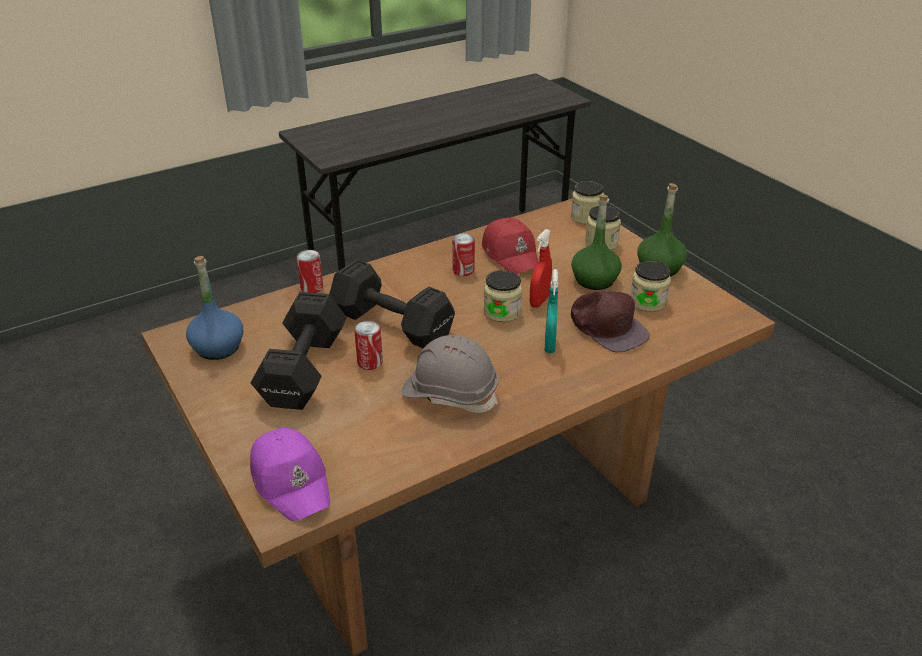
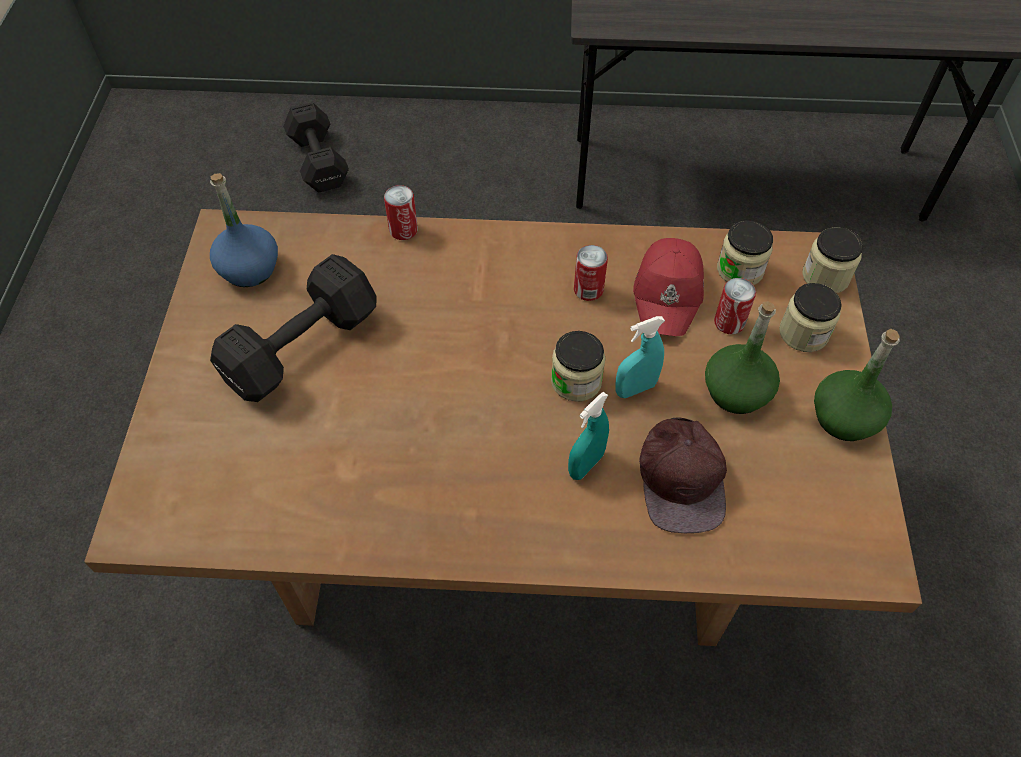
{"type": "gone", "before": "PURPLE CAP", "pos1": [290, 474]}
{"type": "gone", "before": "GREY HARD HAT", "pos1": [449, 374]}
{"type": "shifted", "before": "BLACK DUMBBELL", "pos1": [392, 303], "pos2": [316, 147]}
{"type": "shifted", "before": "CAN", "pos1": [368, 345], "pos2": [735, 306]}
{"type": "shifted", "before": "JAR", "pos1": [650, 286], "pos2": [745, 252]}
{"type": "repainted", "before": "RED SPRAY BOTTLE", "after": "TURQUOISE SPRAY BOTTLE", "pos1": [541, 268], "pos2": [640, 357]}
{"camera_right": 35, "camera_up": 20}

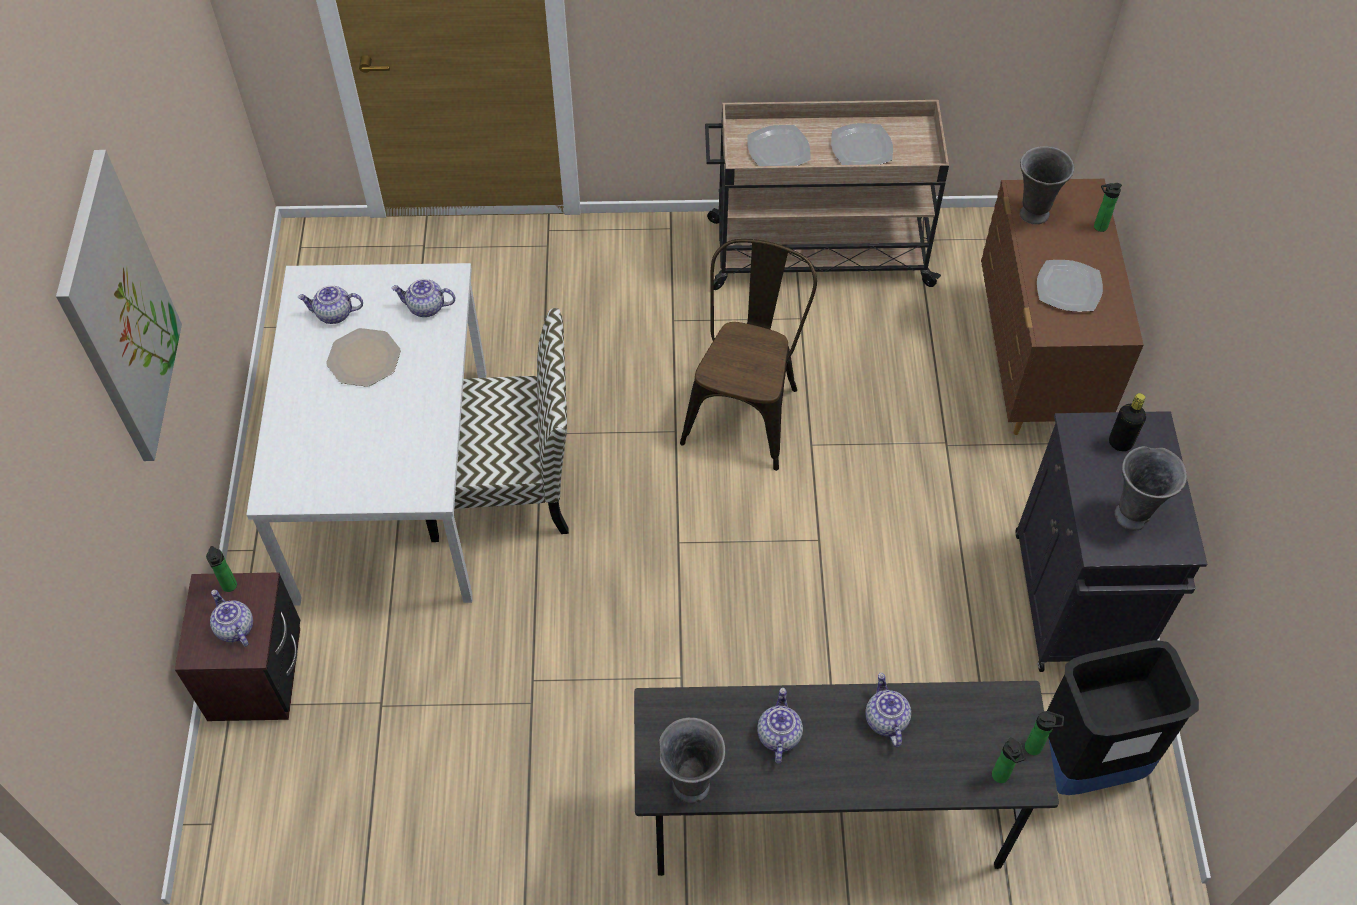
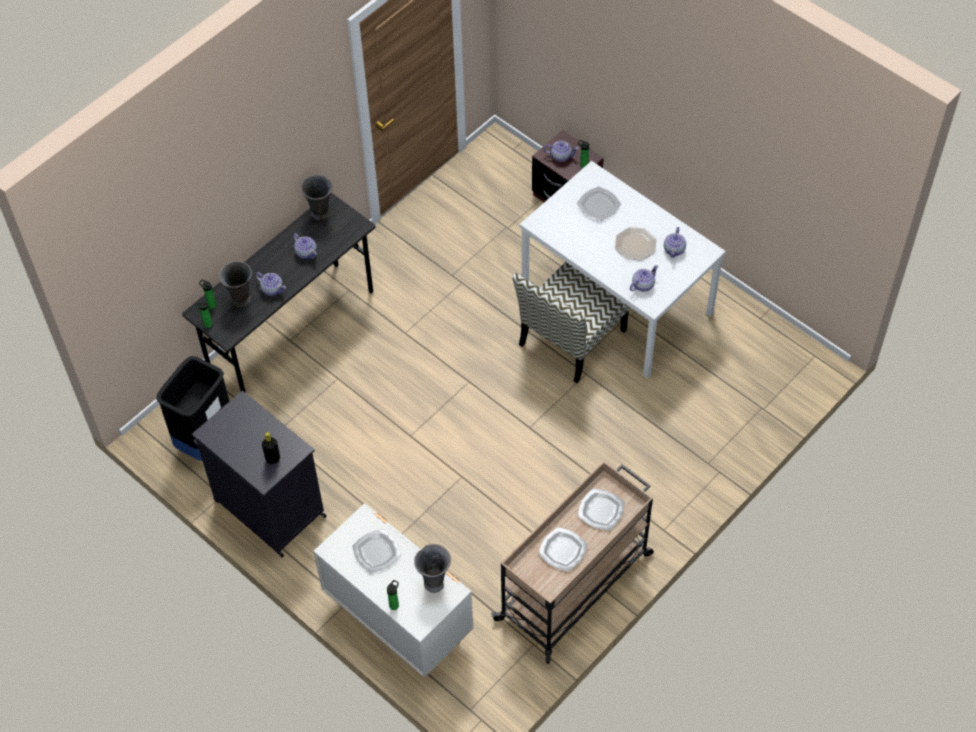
{"type": "gone", "before": "PICTURE", "pos1": [119, 305]}
{"type": "gone", "before": "BROWN CHAIR", "pos1": [748, 355]}
{"type": "new", "after": "PLATE", "pos2": [599, 203]}
{"type": "shifted", "before": "GREY VASE", "pos1": [1150, 488], "pos2": [235, 284]}
{"type": "repainted", "before": "BROWN DRESSER", "after": "WHITE DRESSER", "pos1": [1062, 307], "pos2": [393, 590]}
{"type": "rotated", "before": "TEAPOT", "pos1": [330, 304], "pos2": [675, 242], "turn": 150}
{"camera_right": 135, "camera_up": 0}

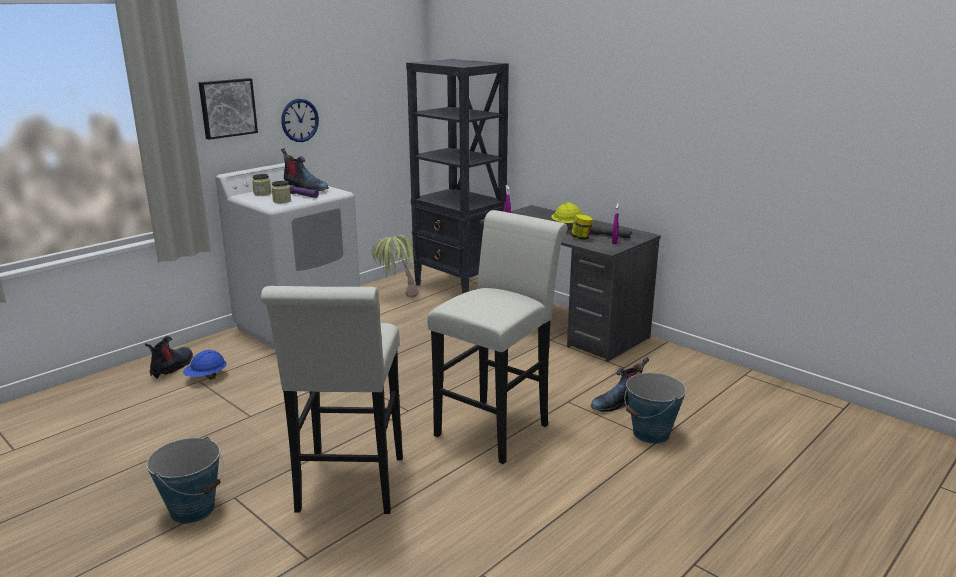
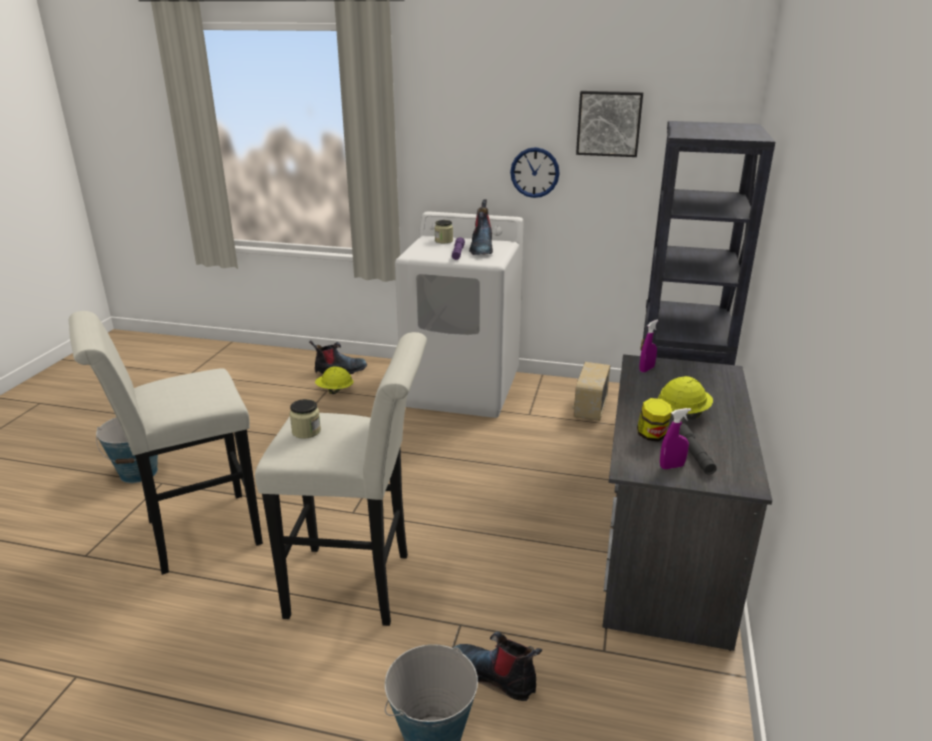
{"type": "shifted", "before": "PICTURE", "pos1": [228, 109], "pos2": [609, 124]}
{"type": "shifted", "before": "JAR", "pos1": [281, 192], "pos2": [305, 419]}
{"type": "swapped", "before": "POTTED PLANT", "after": "RADIO", "pos1": [395, 266], "pos2": [591, 391]}
{"type": "repainted", "before": "BLUE HARD HAT", "after": "YELLOW HARD HAT", "pos1": [205, 365], "pos2": [334, 380]}
{"camera_right": 60, "camera_up": 5}

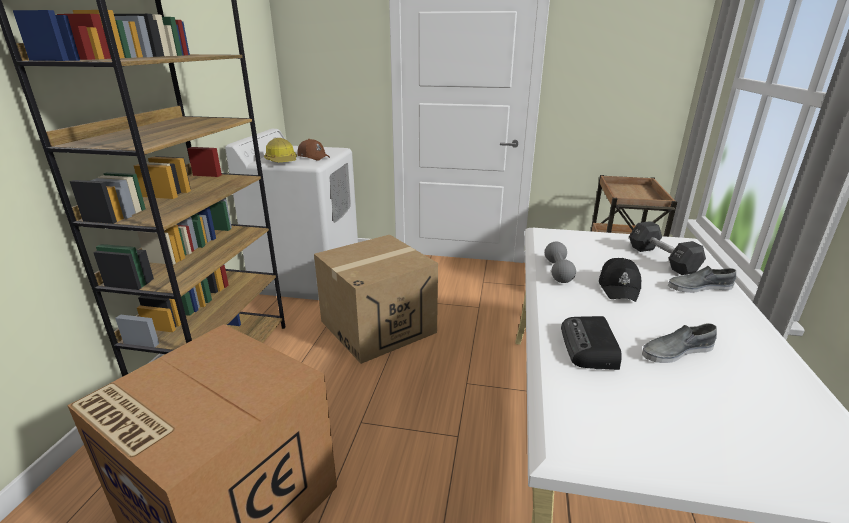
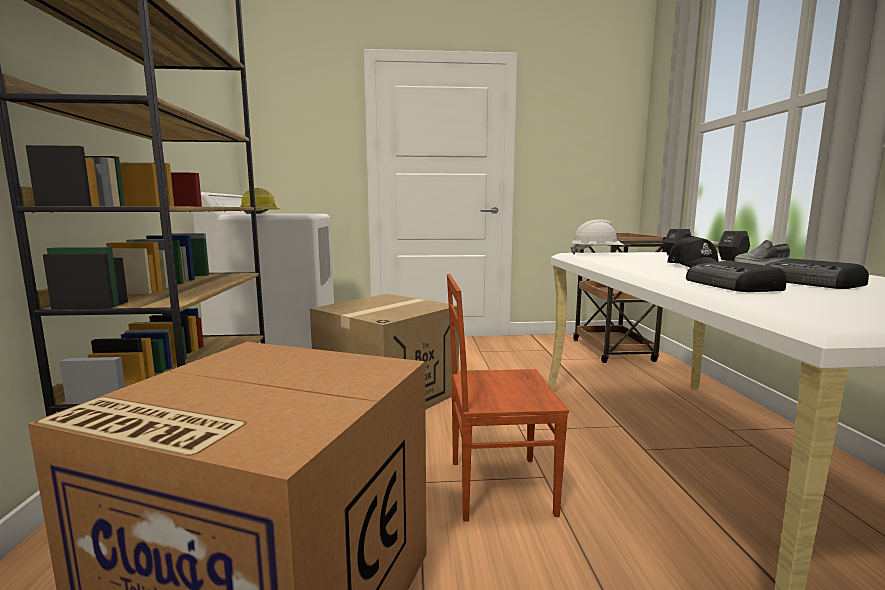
{"type": "gone", "before": "BROWN CAP", "pos1": [314, 150]}
{"type": "gone", "before": "GREY DUMBBELL", "pos1": [560, 262]}
{"type": "new", "after": "BROWN CHAIR", "pos2": [508, 398]}
{"type": "new", "after": "WHITE HARD HAT", "pos2": [597, 236]}
{"type": "swapped", "before": "GREY SHOE", "after": "RADIO", "pos1": [679, 343], "pos2": [817, 273]}
{"camera_right": -15, "camera_up": -15}

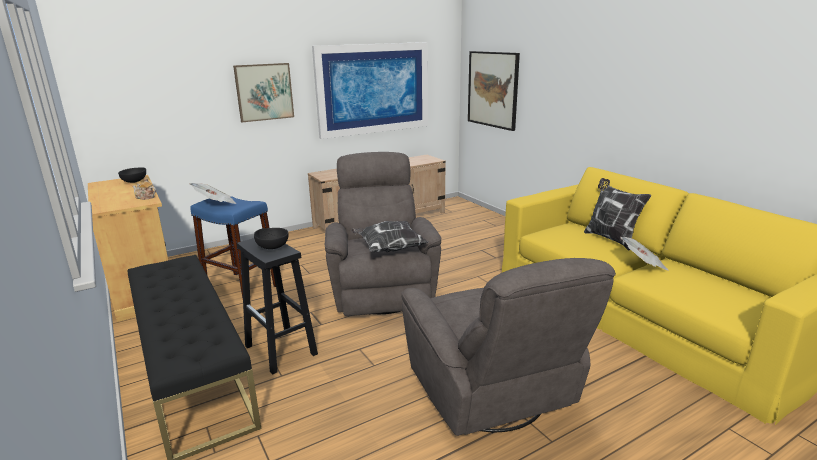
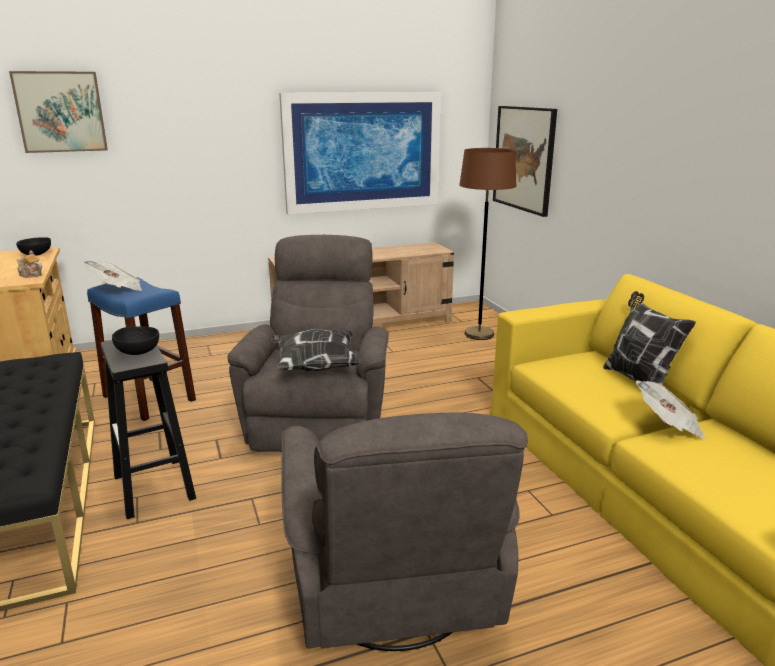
{"type": "new", "after": "BROWN FLOOR LAMP", "pos2": [487, 244]}
{"type": "shifted", "before": "PICTURE", "pos1": [263, 92], "pos2": [58, 112]}
{"camera_right": 10, "camera_up": 0}

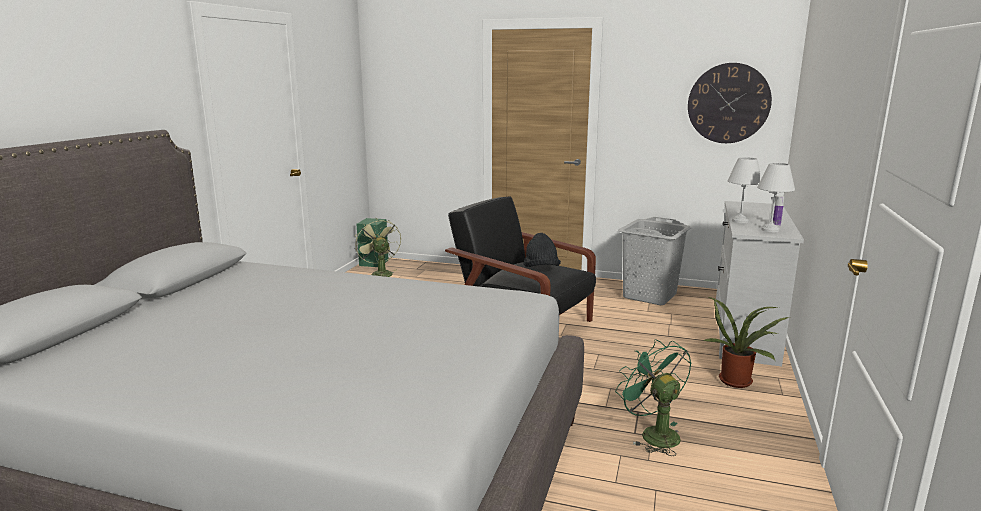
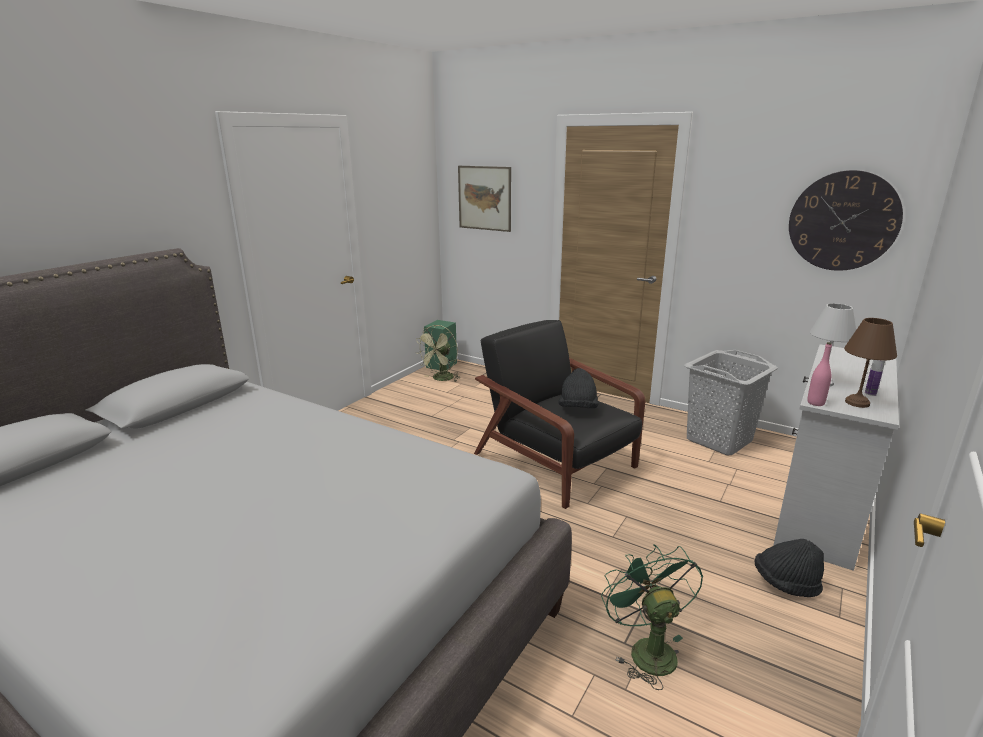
{"type": "new", "after": "PICTURE", "pos2": [484, 199]}
{"type": "new", "after": "PINK BOTTLE", "pos2": [819, 374]}
{"type": "swapped", "before": "POTTED PLANT", "after": "BLACK HAT", "pos1": [746, 342], "pos2": [789, 568]}
{"type": "repainted", "before": "WHITE TABLE LAMP", "after": "BROWN TABLE LAMP", "pos1": [776, 197], "pos2": [870, 363]}
{"type": "rotated", "before": "GREEN FAN", "pos1": [378, 247], "pos2": [438, 353], "turn": -135}
{"camera_right": 15, "camera_up": 5}

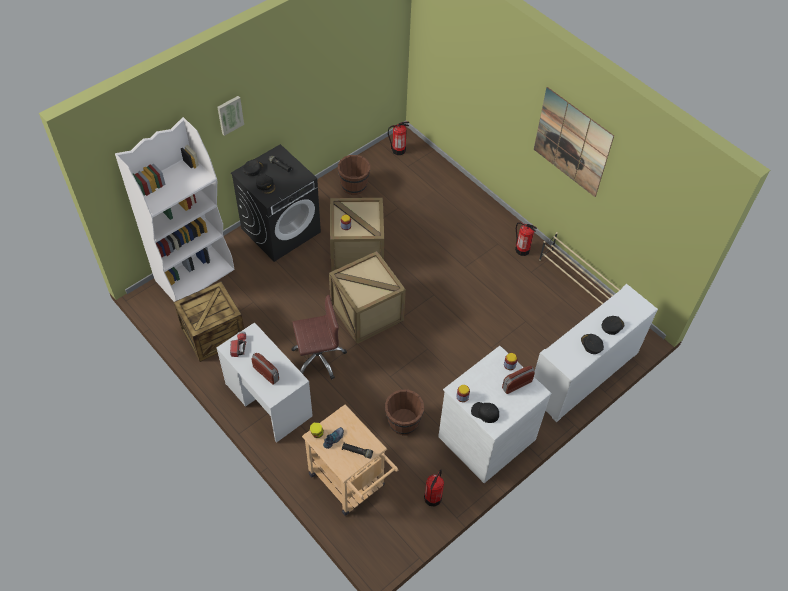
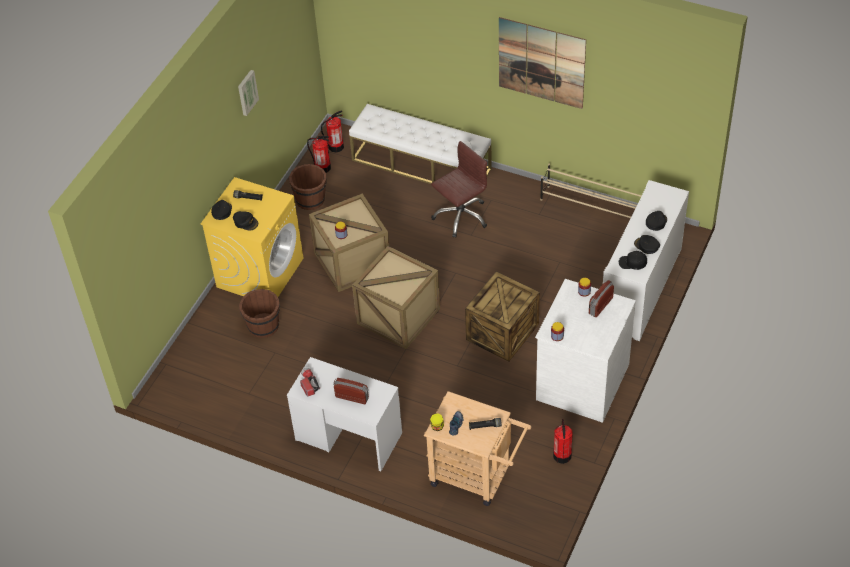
{"type": "gone", "before": "WHITE BOOKCASE", "pos1": [175, 209]}
{"type": "new", "after": "WHITE BENCH", "pos2": [420, 150]}
{"type": "shifted", "before": "CRATE", "pos1": [208, 321], "pos2": [502, 316]}
{"type": "shifted", "before": "PICTURE", "pos1": [230, 116], "pos2": [248, 93]}
{"type": "shifted", "before": "BROWN OFFICE CHAIR", "pos1": [319, 337], "pos2": [459, 189]}
{"type": "shifted", "before": "BROWN BUCKET", "pos1": [404, 412], "pos2": [259, 313]}
{"type": "shifted", "before": "BLACK CAP", "pos1": [485, 412], "pos2": [633, 260]}
{"type": "shifted", "before": "FIRE EXTINGUISHER", "pos1": [526, 239], "pos2": [319, 154]}
{"type": "repainted", "before": "BLACK WASHING MACHINE", "after": "YELLOW WASHING MACHINE", "pos1": [276, 203], "pos2": [251, 237]}
{"camera_right": -20, "camera_up": -5}

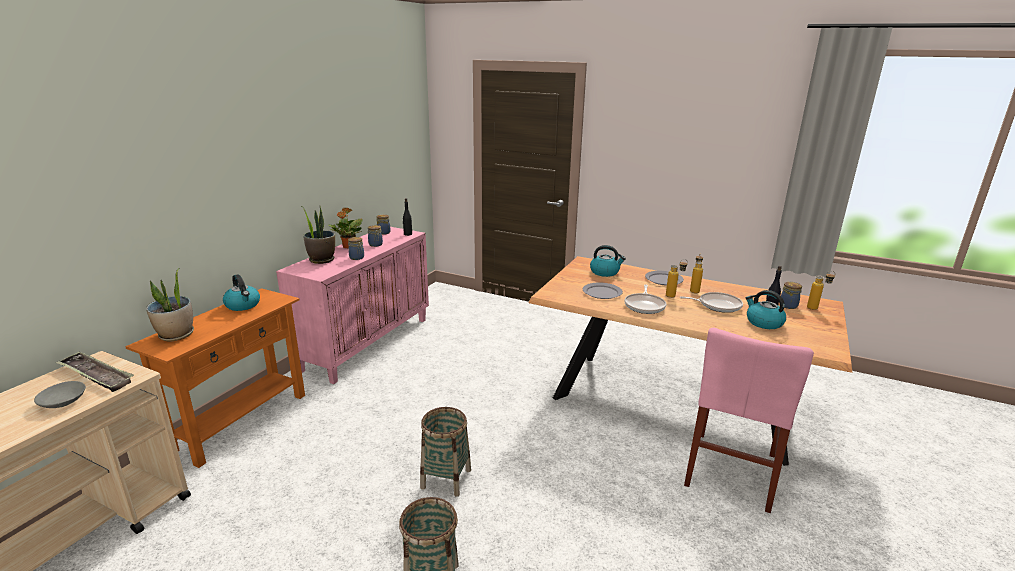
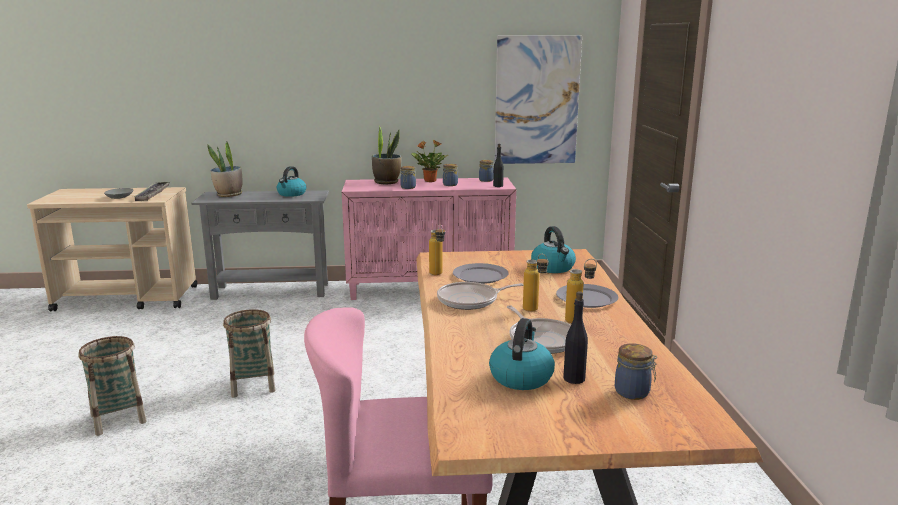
{"type": "new", "after": "PICTURE", "pos2": [538, 99]}
{"type": "shifted", "before": "BOTTLE", "pos1": [821, 290], "pos2": [437, 249]}
{"type": "repainted", "before": "ORANGE CONSOLE TABLE", "after": "GREY CONSOLE TABLE", "pos1": [215, 378], "pos2": [260, 245]}
{"camera_right": 60, "camera_up": -5}

